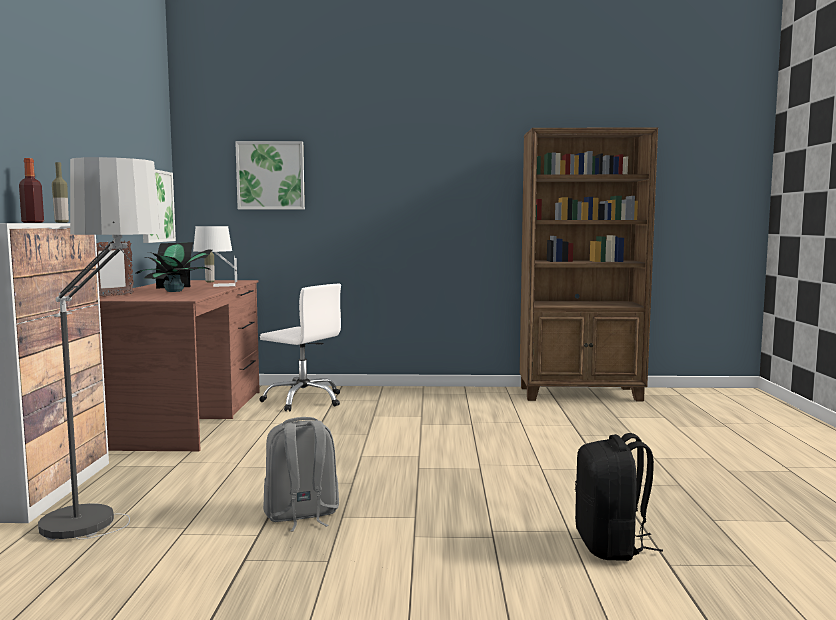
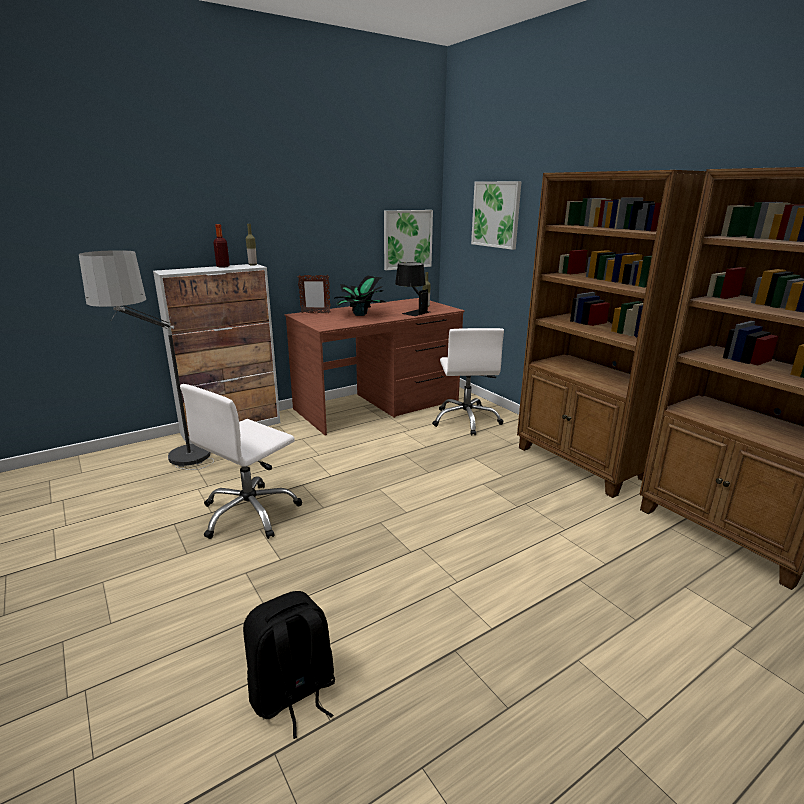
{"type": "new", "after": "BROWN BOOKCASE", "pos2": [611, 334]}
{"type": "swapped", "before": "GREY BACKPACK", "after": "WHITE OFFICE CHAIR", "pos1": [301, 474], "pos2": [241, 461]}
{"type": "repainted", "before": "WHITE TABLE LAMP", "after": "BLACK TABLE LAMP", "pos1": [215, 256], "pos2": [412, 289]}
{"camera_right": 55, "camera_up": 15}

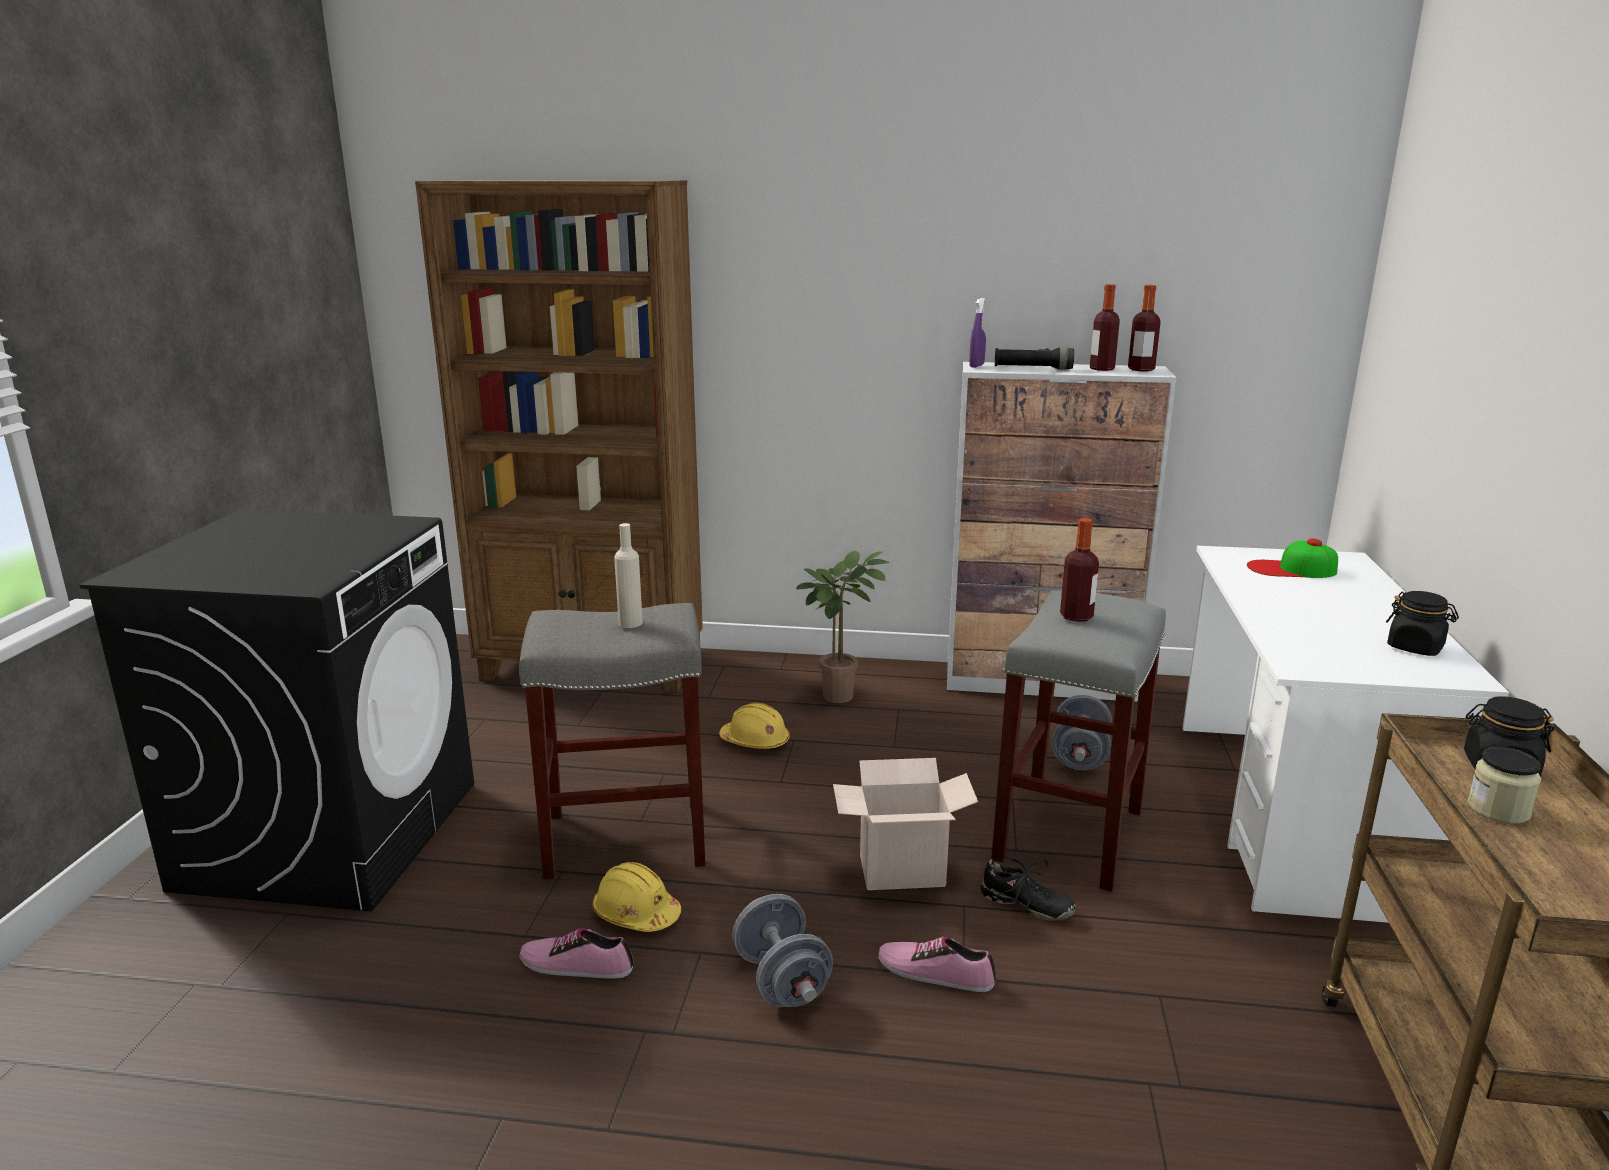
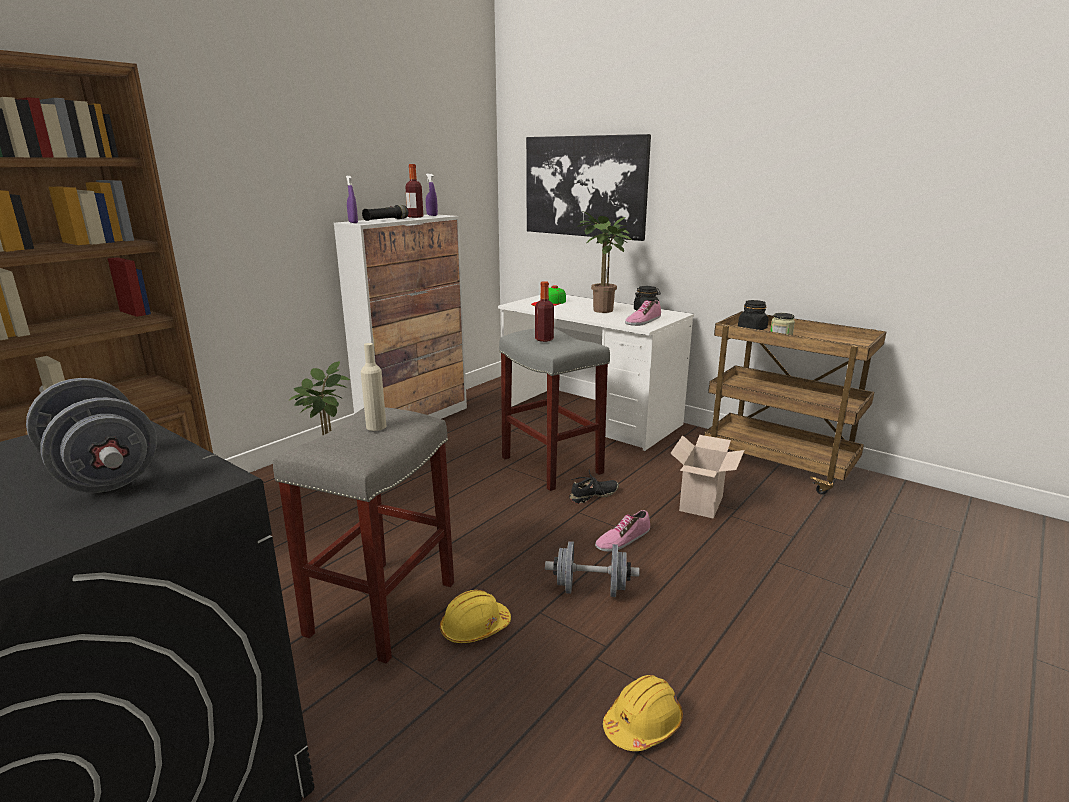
{"type": "new", "after": "PICTURE", "pos2": [588, 187]}
{"type": "new", "after": "POTTED PLANT", "pos2": [604, 262]}
{"type": "shifted", "before": "SHOE", "pos1": [576, 953], "pos2": [643, 313]}
{"type": "shifted", "before": "YELLOW HARD HAT", "pos1": [754, 727], "pos2": [643, 713]}
{"type": "shifted", "before": "CARDBOARD BOX", "pos1": [905, 824], "pos2": [707, 477]}
{"type": "shifted", "before": "GREY DUMBBELL", "pos1": [1082, 732], "pos2": [91, 435]}
{"type": "swapped", "before": "BOTTLE", "after": "PURPLE SPRAY BOTTLE", "pos1": [1144, 328], "pos2": [432, 195]}
{"camera_right": -60, "camera_up": 0}

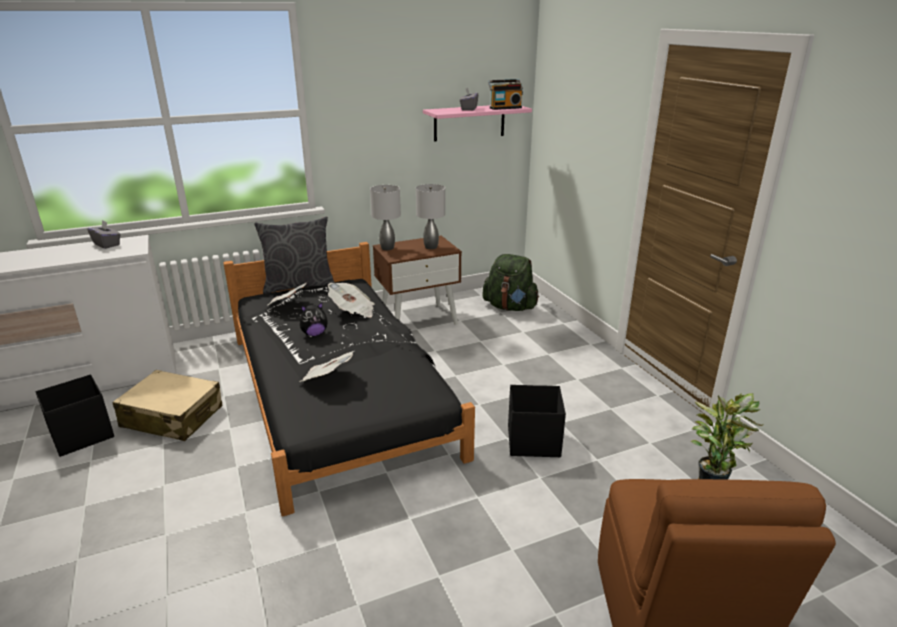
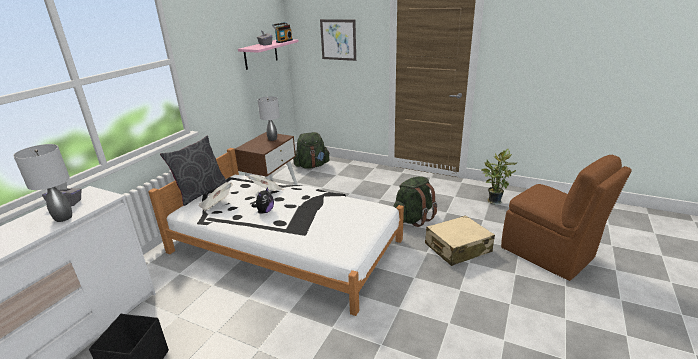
{"type": "gone", "before": "NEWSPAPER", "pos1": [327, 366]}
{"type": "new", "after": "PICTURE", "pos2": [338, 40]}
{"type": "shifted", "before": "BEIGE SUITCASE", "pos1": [167, 405], "pos2": [460, 240]}
{"type": "shifted", "before": "GREY TABLE LAMP", "pos1": [385, 217], "pos2": [42, 183]}
{"type": "swapped", "before": "BLACK STORAGE BOX", "after": "GREEN BACKPACK", "pos1": [537, 421], "pos2": [415, 202]}
{"type": "repainted", "before": "BLACK BED", "after": "WHITE BED", "pos1": [349, 379], "pos2": [276, 232]}
{"camera_right": -40, "camera_up": 0}

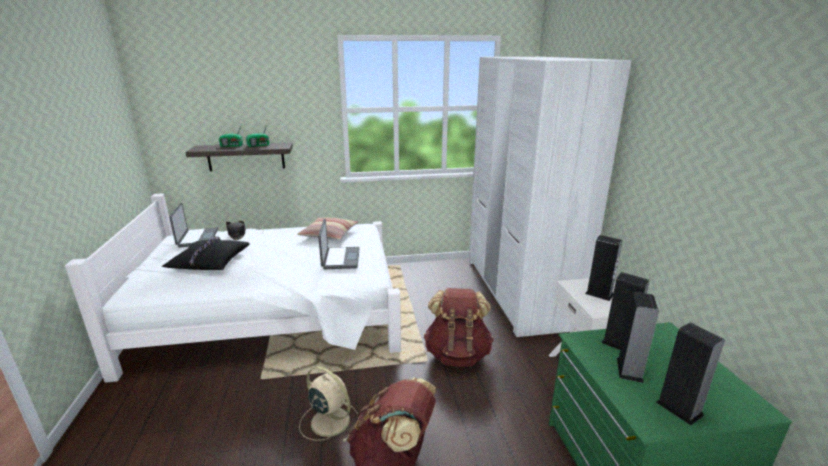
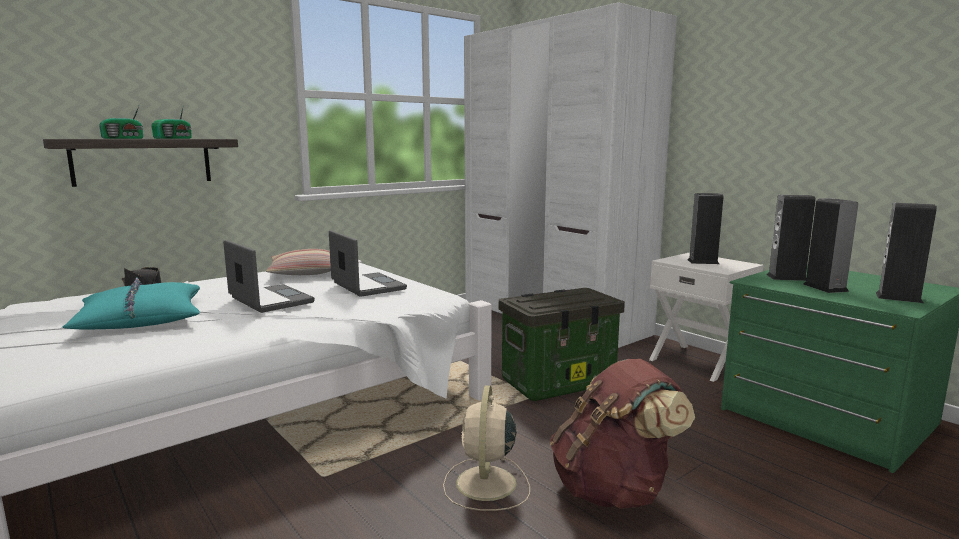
{"type": "shifted", "before": "LAPTOP", "pos1": [193, 225], "pos2": [269, 276]}
{"type": "swapped", "before": "BROWN BACKPACK", "after": "STORAGE BOX", "pos1": [458, 327], "pos2": [562, 344]}
{"type": "repainted", "before": "BLACK PILLOW", "after": "TURQUOISE PILLOW", "pos1": [206, 253], "pos2": [131, 303]}
{"type": "rotated", "before": "BEIGE FAN", "pos1": [328, 404], "pos2": [486, 448], "turn": -90}
{"camera_right": -30, "camera_up": -10}

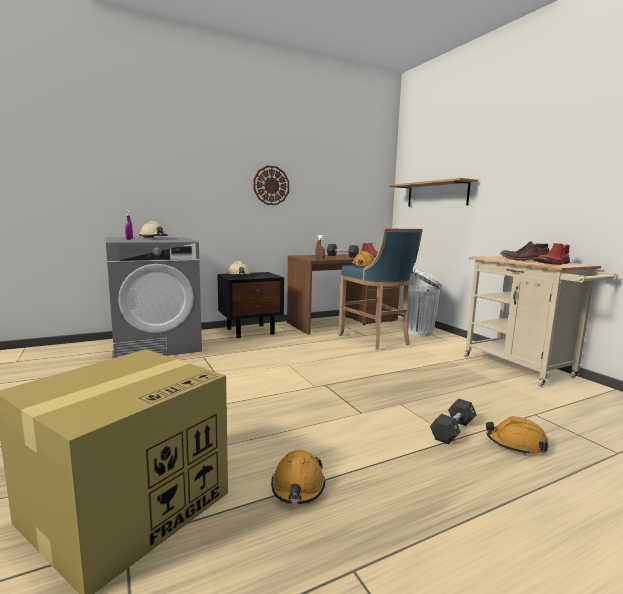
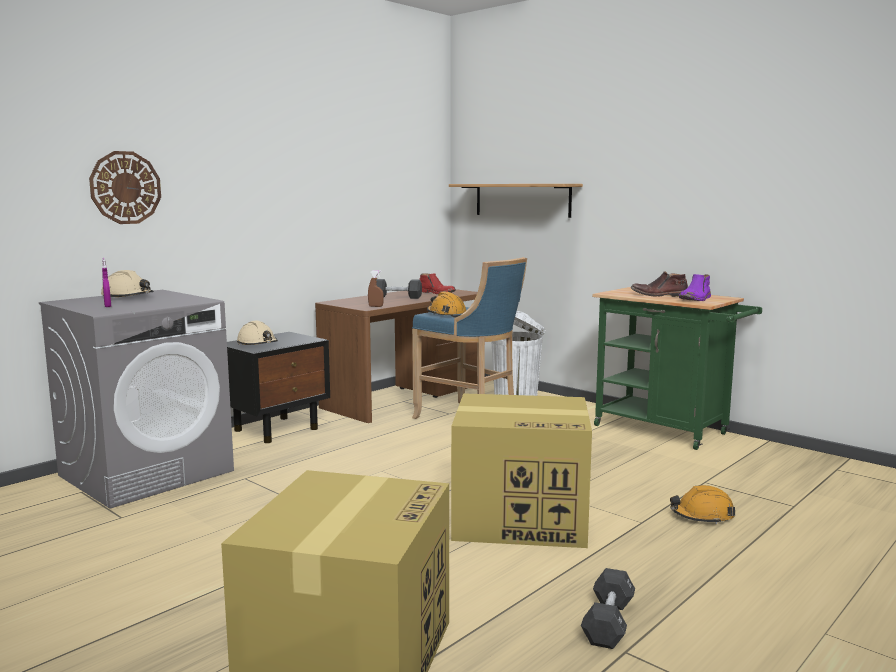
{"type": "gone", "before": "ORANGE HARD HAT", "pos1": [298, 477]}
{"type": "new", "after": "CARDBOARD BOX", "pos2": [521, 470]}
{"type": "shifted", "before": "WALL CLOCK", "pos1": [271, 185], "pos2": [125, 187]}
{"type": "shifted", "before": "BLACK DUMBBELL", "pos1": [453, 421], "pos2": [608, 608]}
{"type": "repainted", "before": "BEIGE CART", "after": "GREEN CART", "pos1": [541, 321], "pos2": [677, 368]}
{"type": "repainted", "before": "RED BOOT", "after": "PURPLE BOOT", "pos1": [553, 254], "pos2": [695, 287]}
{"camera_right": -20, "camera_up": 0}

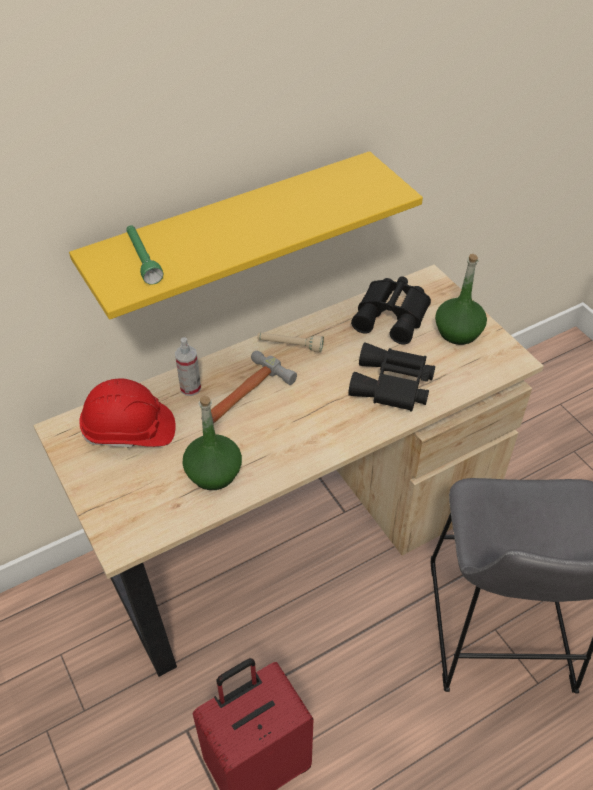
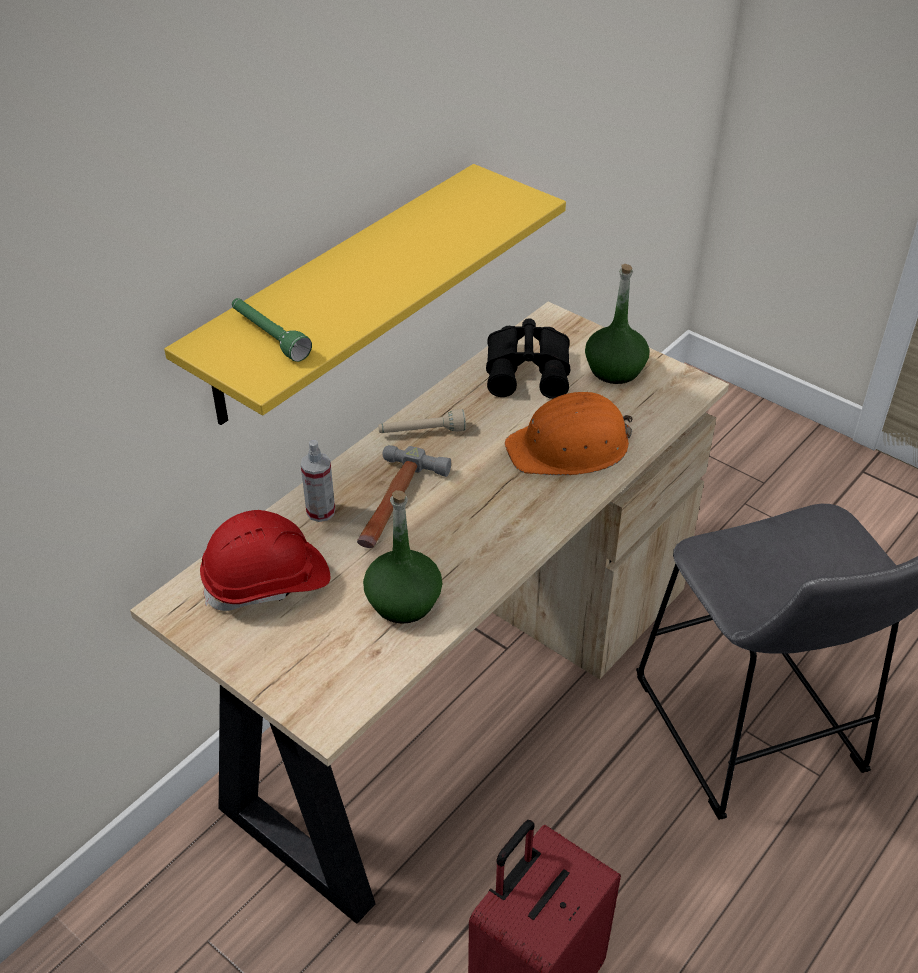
{"type": "swapped", "before": "BLACK BINOCULARS", "after": "ORANGE HARD HAT", "pos1": [391, 377], "pos2": [569, 433]}
{"camera_right": -20, "camera_up": -5}

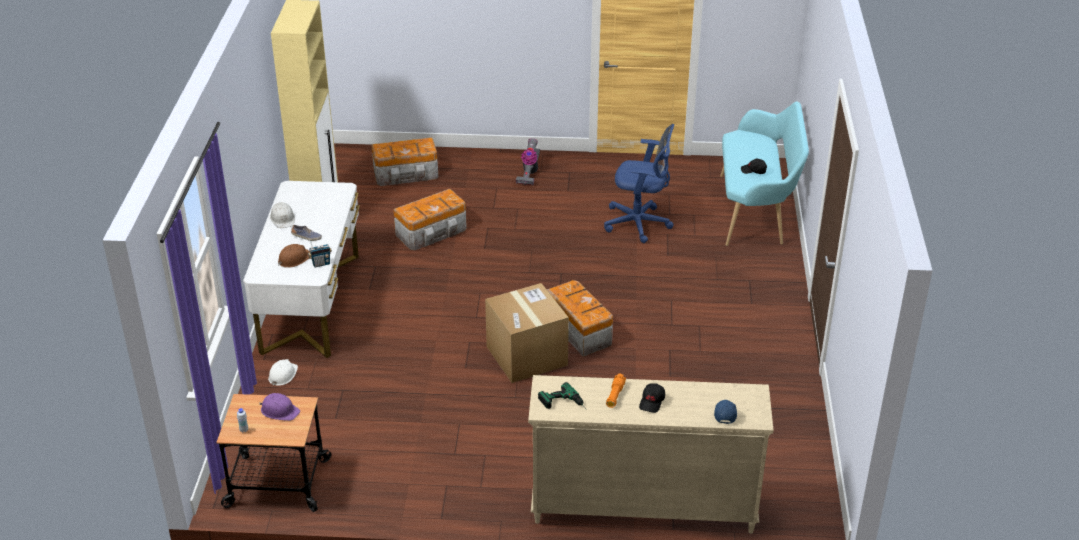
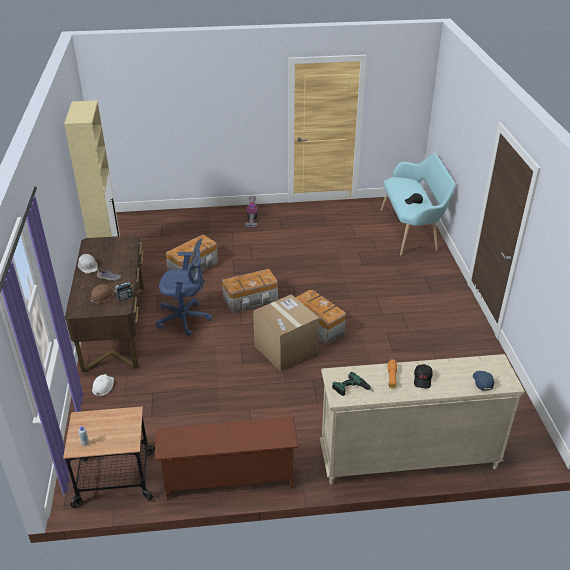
{"type": "gone", "before": "PURPLE HARD HAT", "pos1": [279, 407]}
{"type": "new", "after": "BROWN SHOE RACK", "pos2": [227, 458]}
{"type": "shifted", "before": "STORAGE BOX", "pos1": [404, 161], "pos2": [250, 291]}
{"type": "shifted", "before": "BLUE OFFICE CHAIR", "pos1": [639, 183], "pos2": [184, 287]}
{"type": "repainted", "before": "WHITE DESK", "after": "BROWN DESK", "pos1": [301, 269], "pos2": [104, 304]}
{"camera_right": -10, "camera_up": 0}

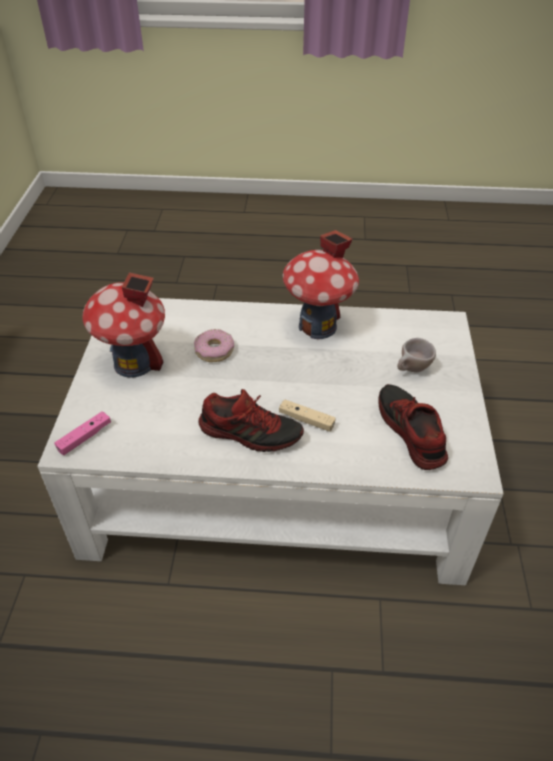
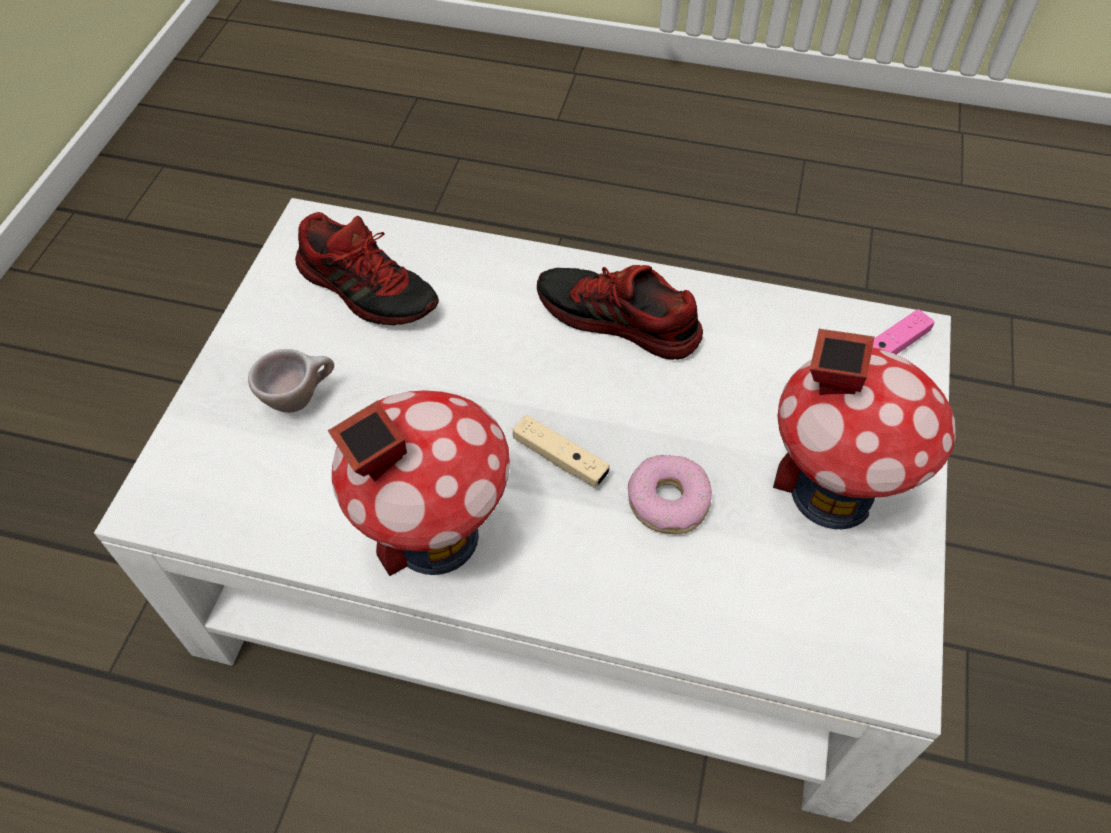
{"type": "shifted", "before": "BEIGE GAME CONTROLLER", "pos1": [307, 416], "pos2": [561, 451]}
{"type": "rotated", "before": "SHOE", "pos1": [413, 427], "pos2": [367, 268], "turn": -45}
{"camera_right": -170, "camera_up": 10}

